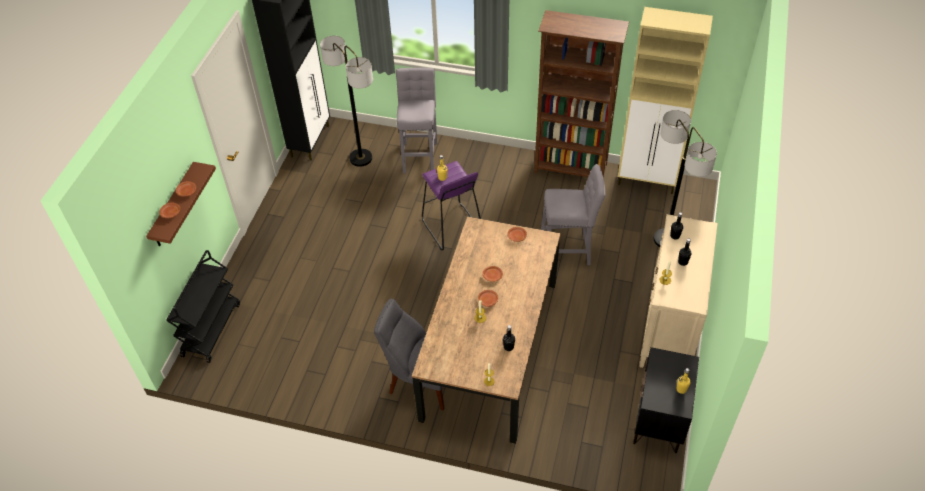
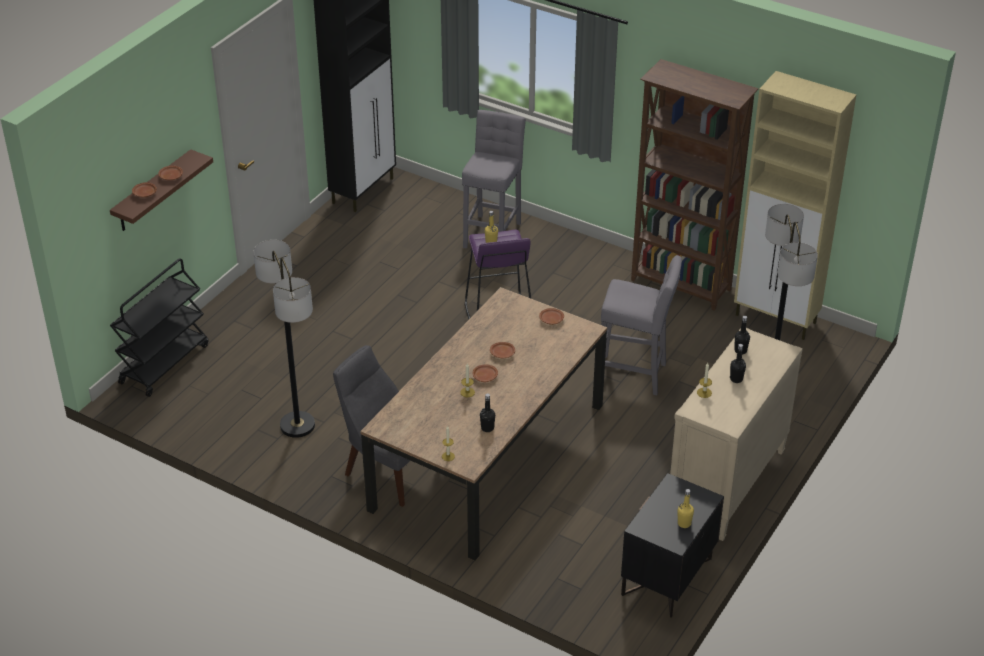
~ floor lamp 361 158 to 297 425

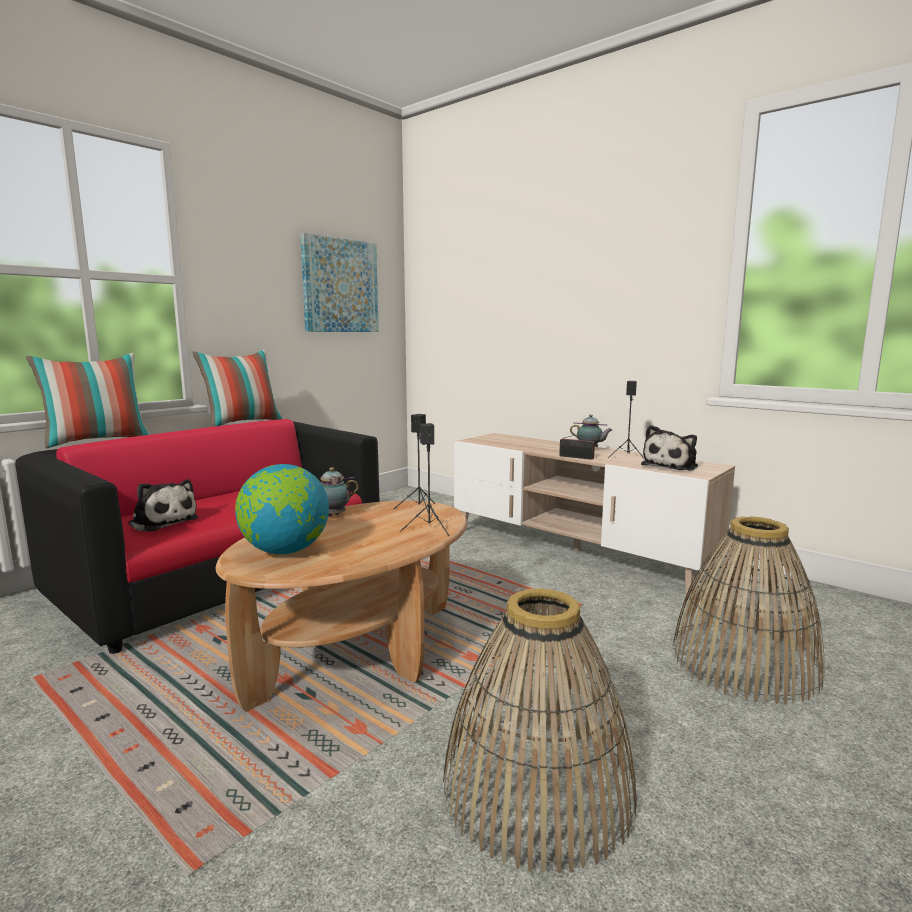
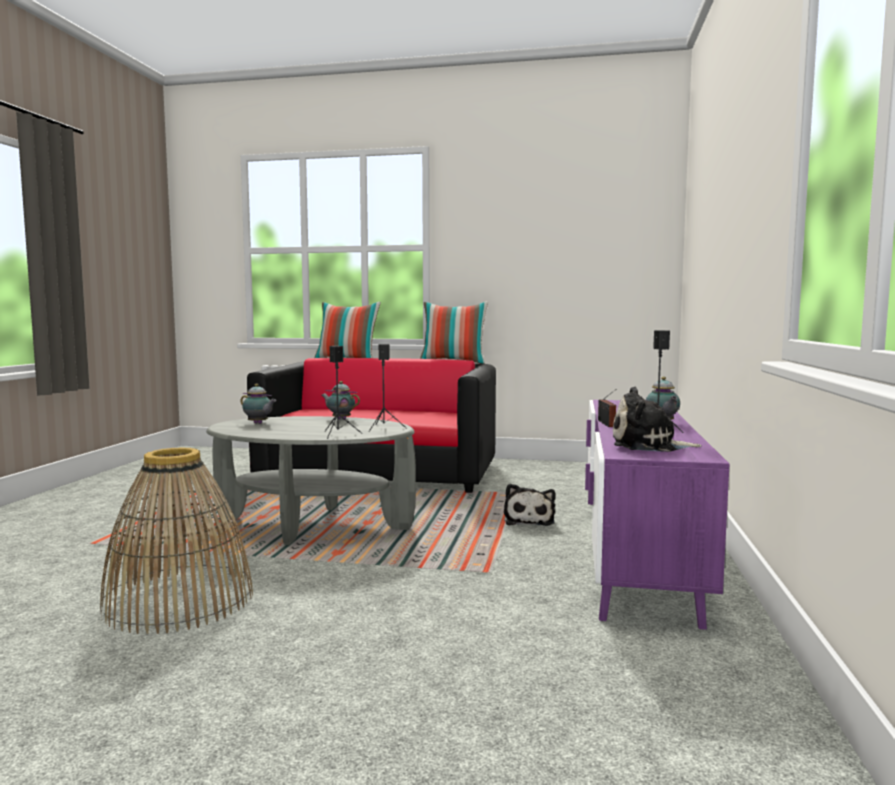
~ plush toy 162 521 to 529 520
~ brown coffee table 359 653 to grey coffee table 312 524
~ globe 285 551 to teapot 258 423
- picture 340 286
~ beige tv stand 575 550 to purple tv stand 634 551
- basket 744 662

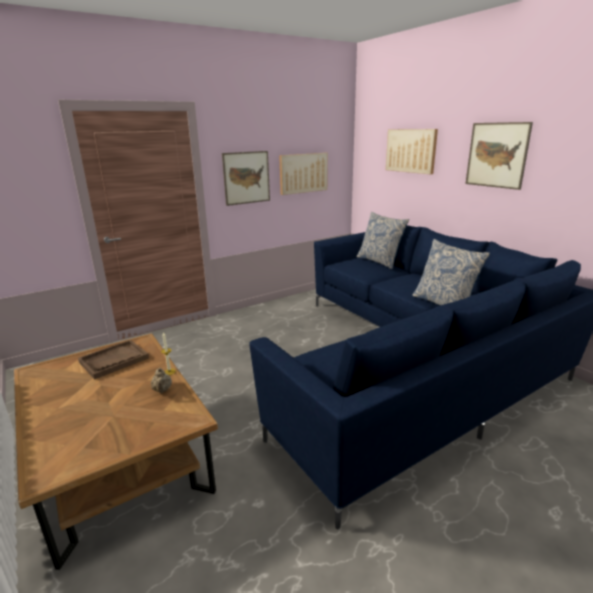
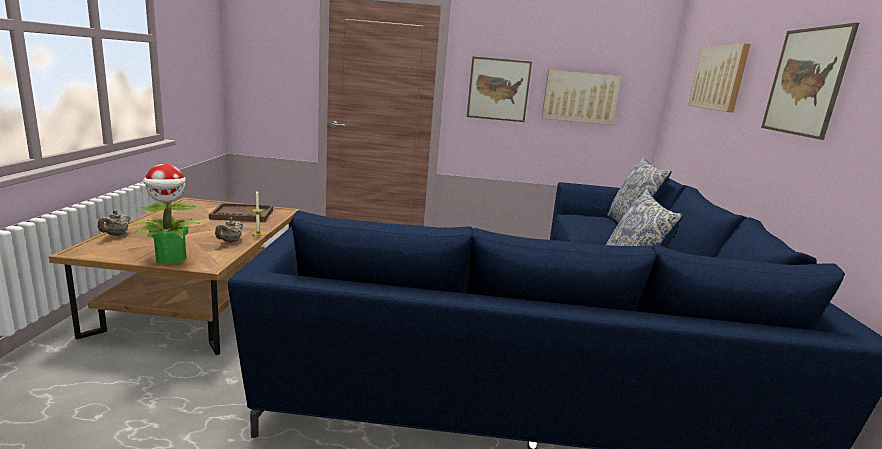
+ beige teapot 116 235
+ potted plant 171 259

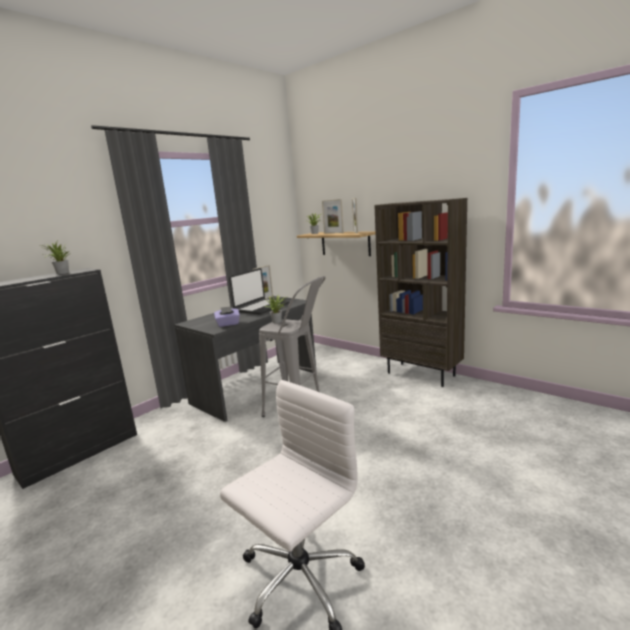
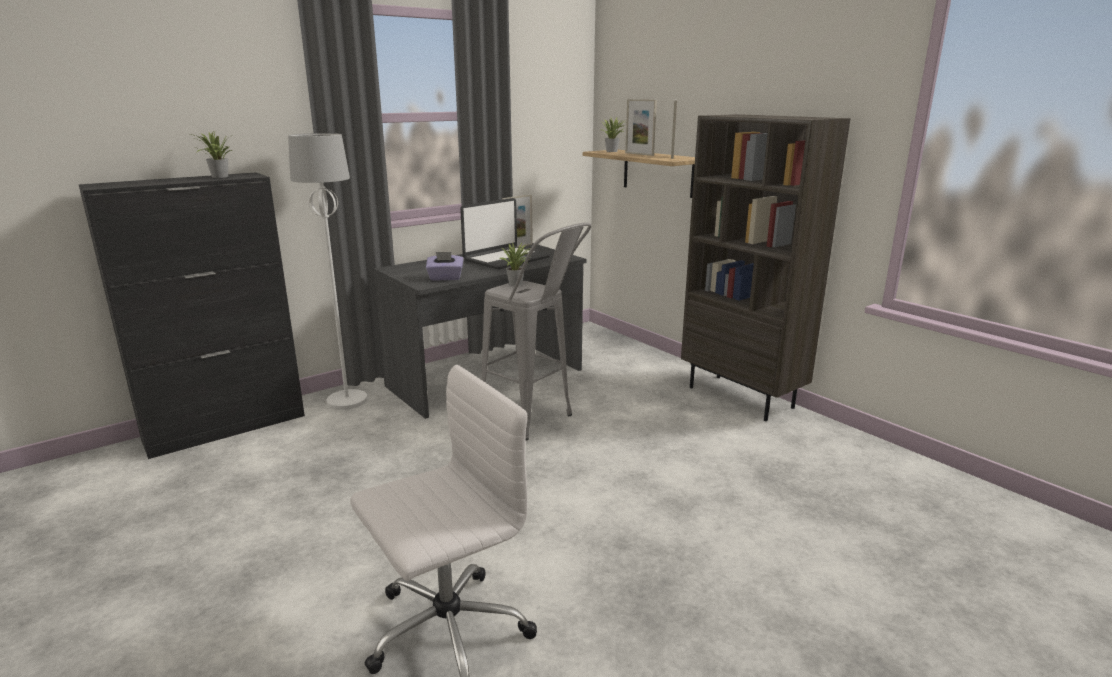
+ white floor lamp 347 401

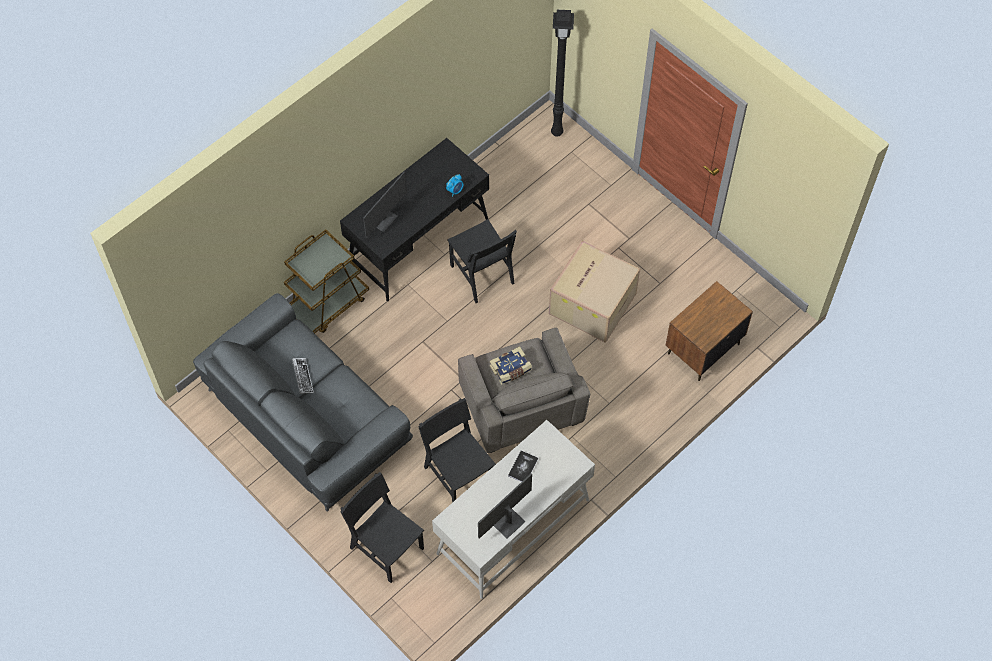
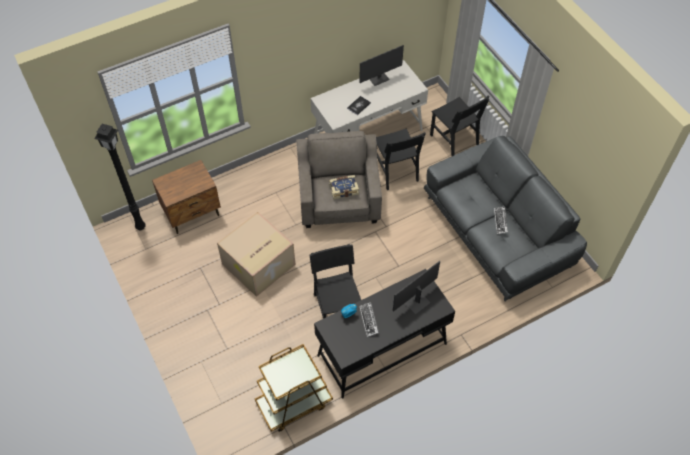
~ brown cart 327 304 to 294 403
~ black floor lamp 556 132 to 141 227
+ keyboard 369 320

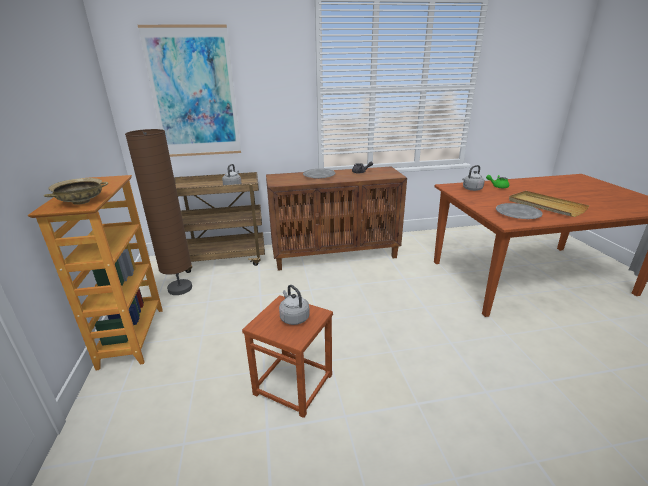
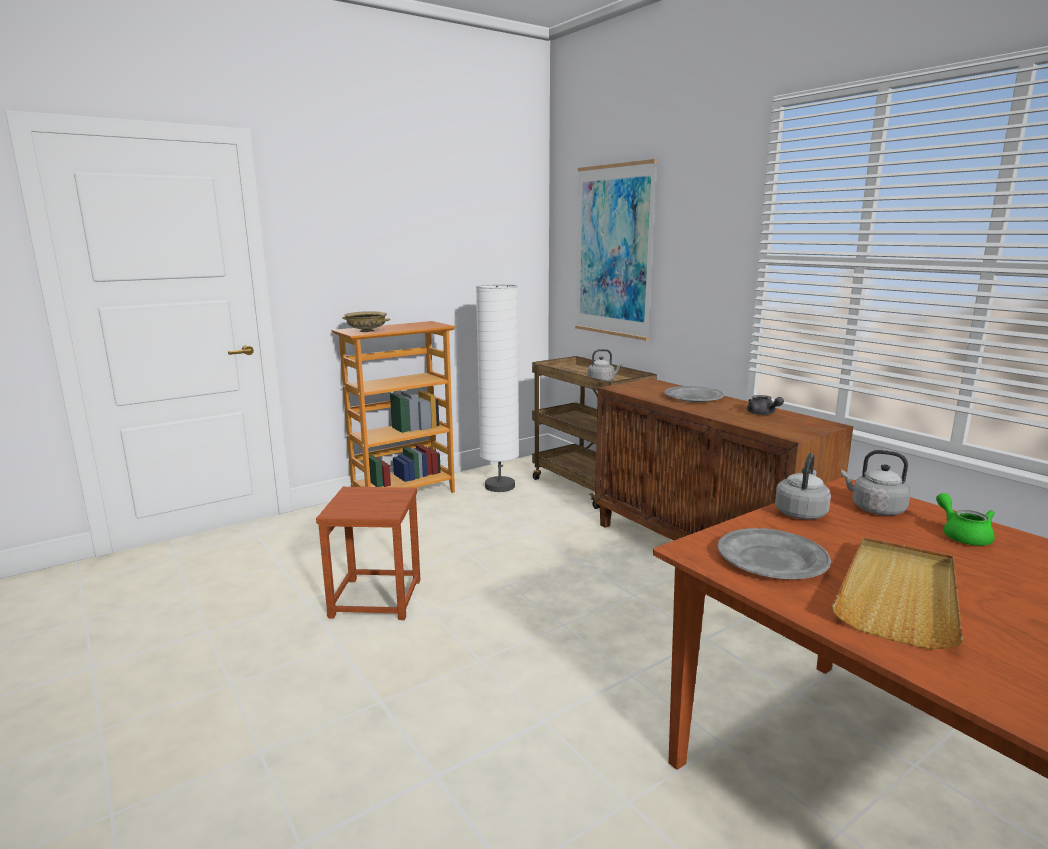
~ brown floor lamp 180 288 to white floor lamp 500 486
~ grey kettle 293 317 to 801 513

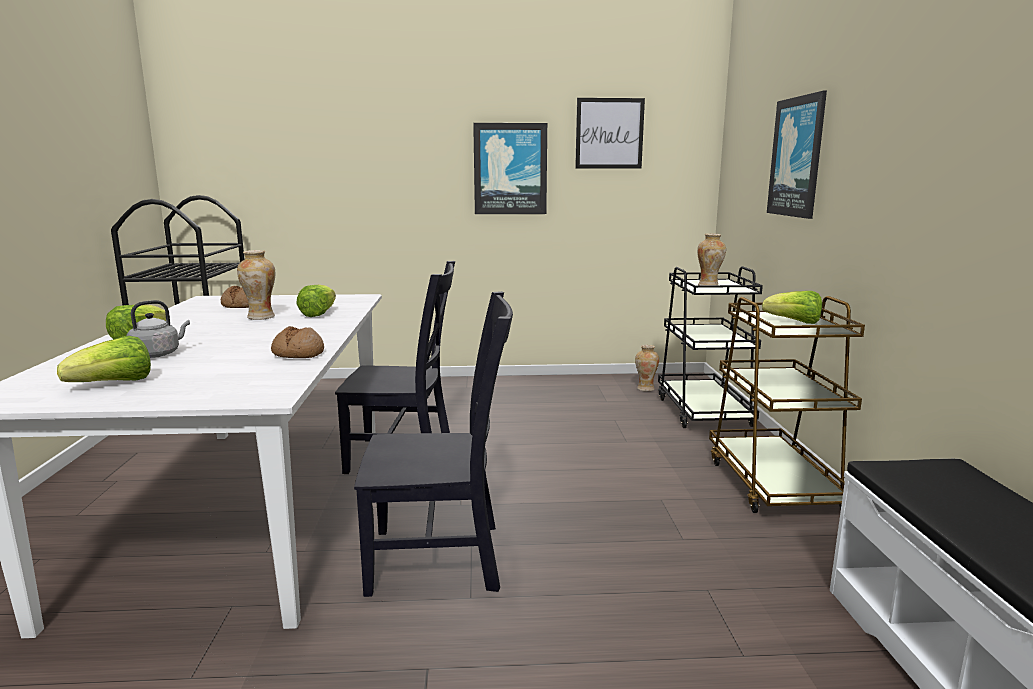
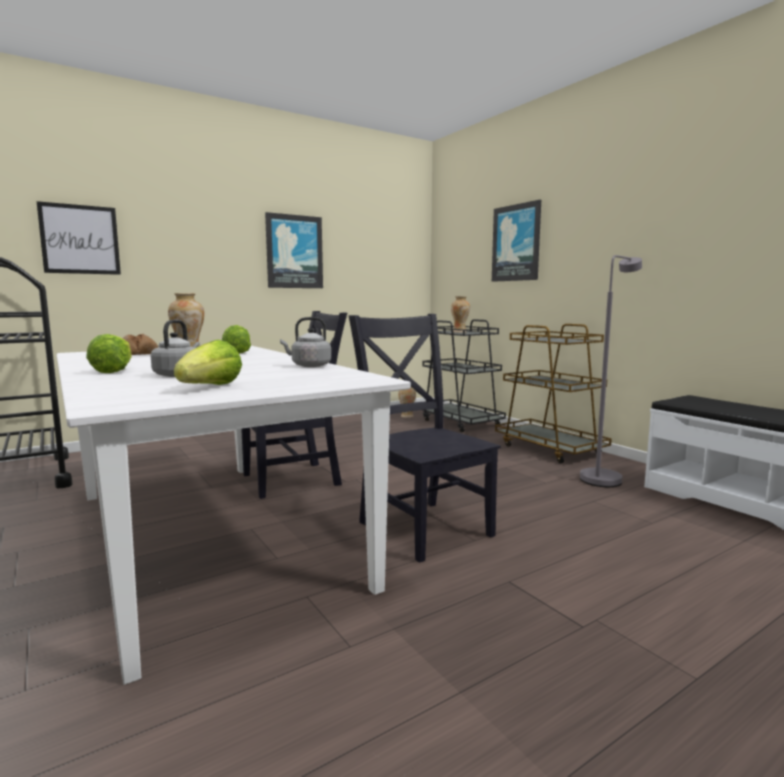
~ bread 298 354 to grey kettle 309 366
~ black chair 442 559 = 422 526 90 degrees counterclockwise
~ picture 609 133 to 80 239
- lettuce 794 322
+ grey floor lamp 604 477

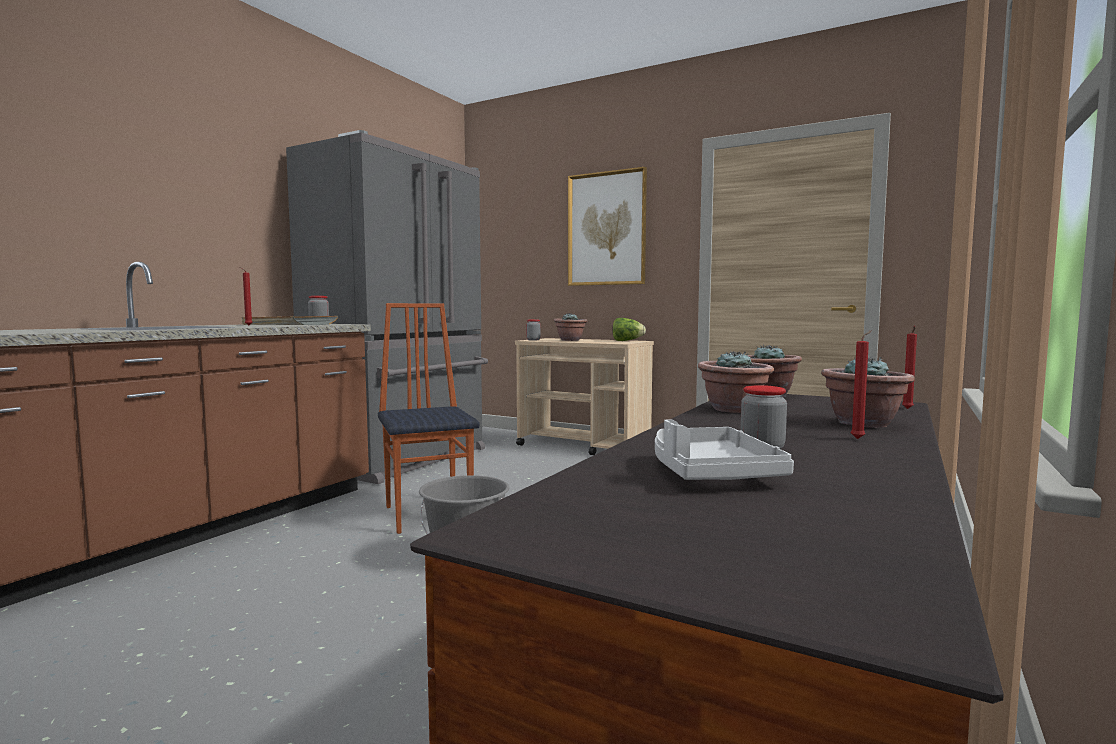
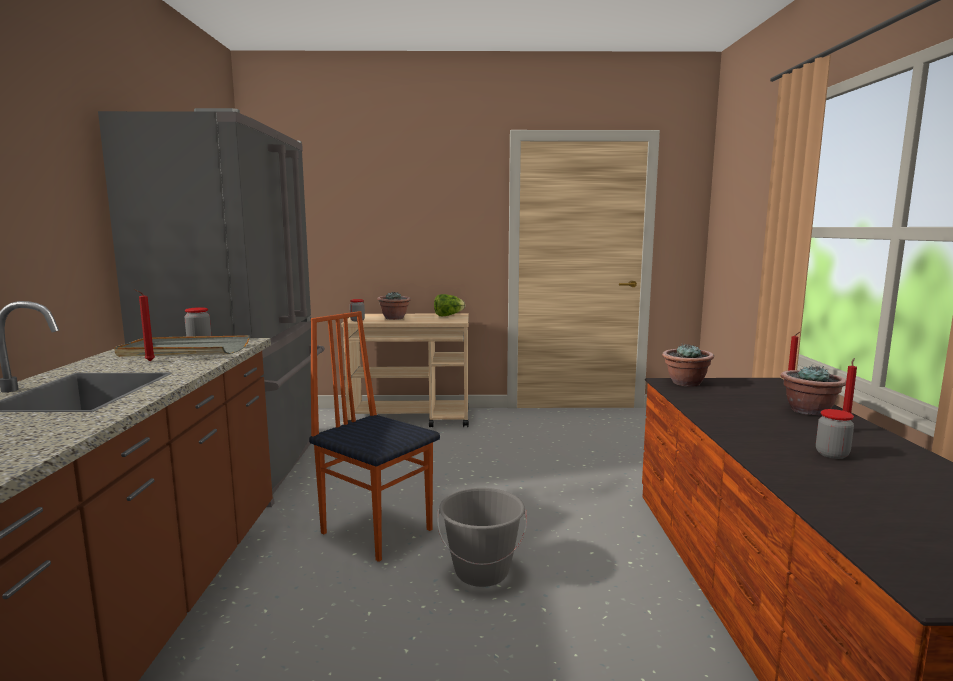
- picture 606 229
- grey tray 709 473
- potted plant 734 409

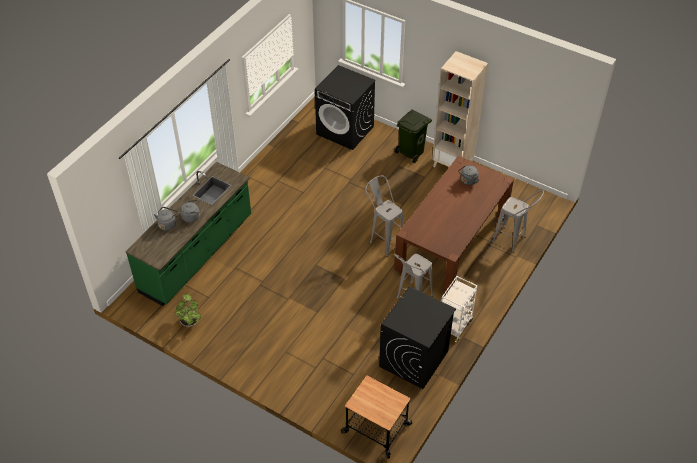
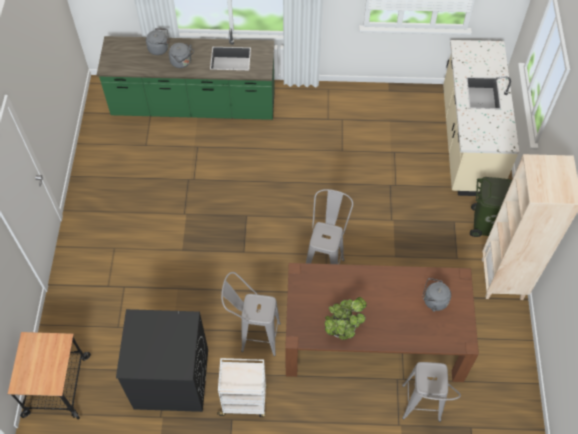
~ potted plant 189 321 to 343 328
~ black washing machine 345 130 to beige counter 468 141

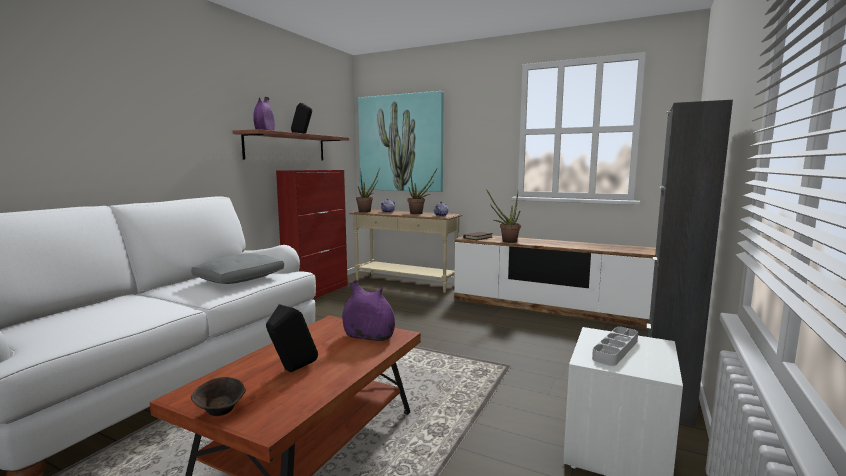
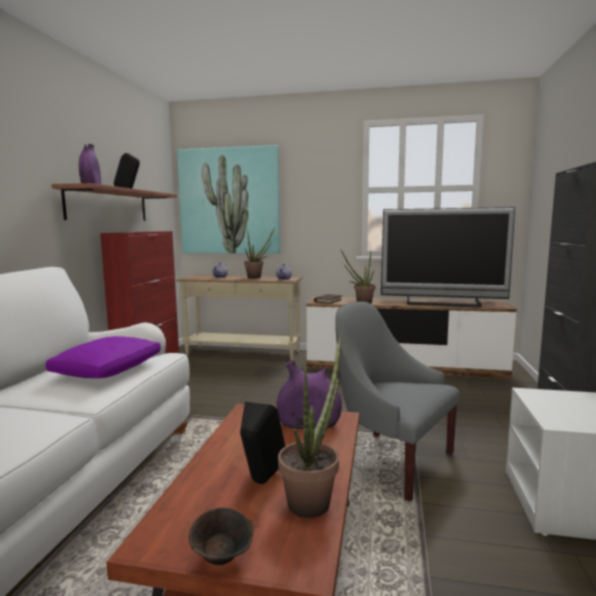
~ grey pillow 240 279 to purple pillow 108 370
~ potted plant 367 211 to 313 499
- grey tray 615 349
+ grey armchair 391 460
+ television 443 303

